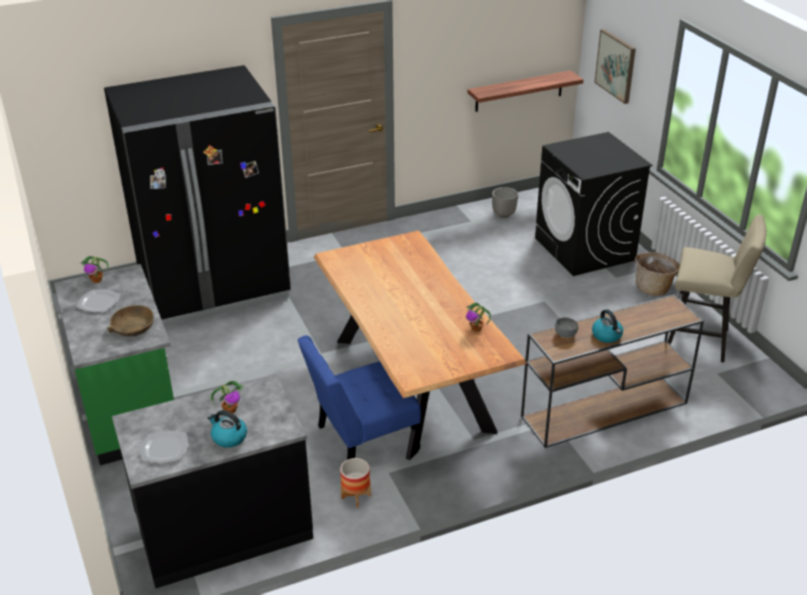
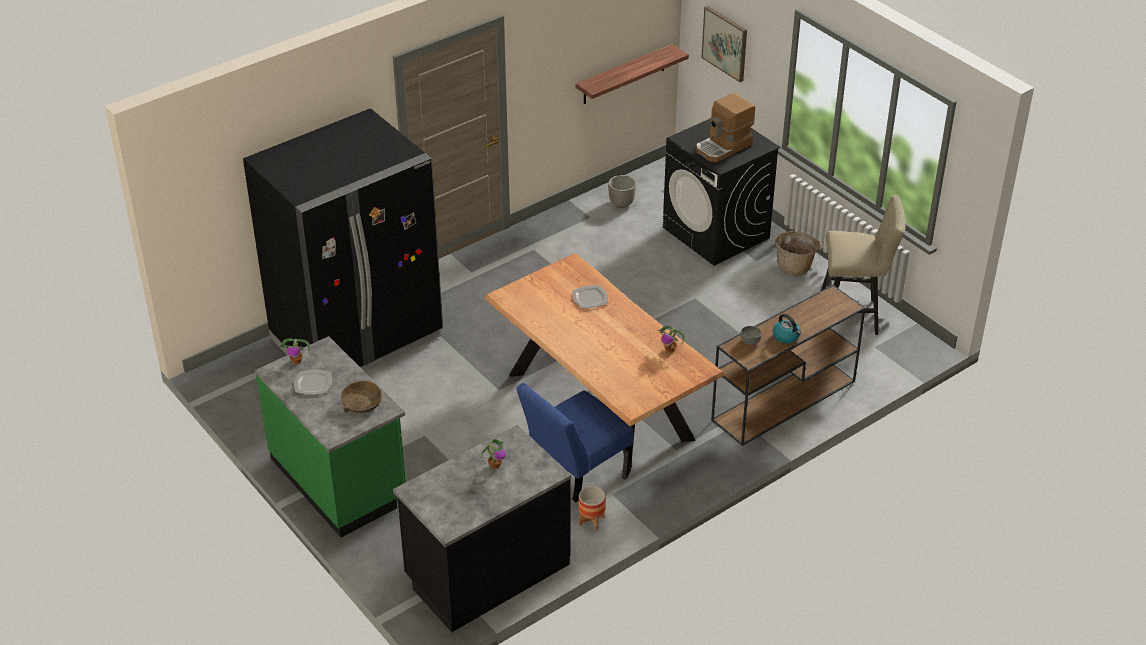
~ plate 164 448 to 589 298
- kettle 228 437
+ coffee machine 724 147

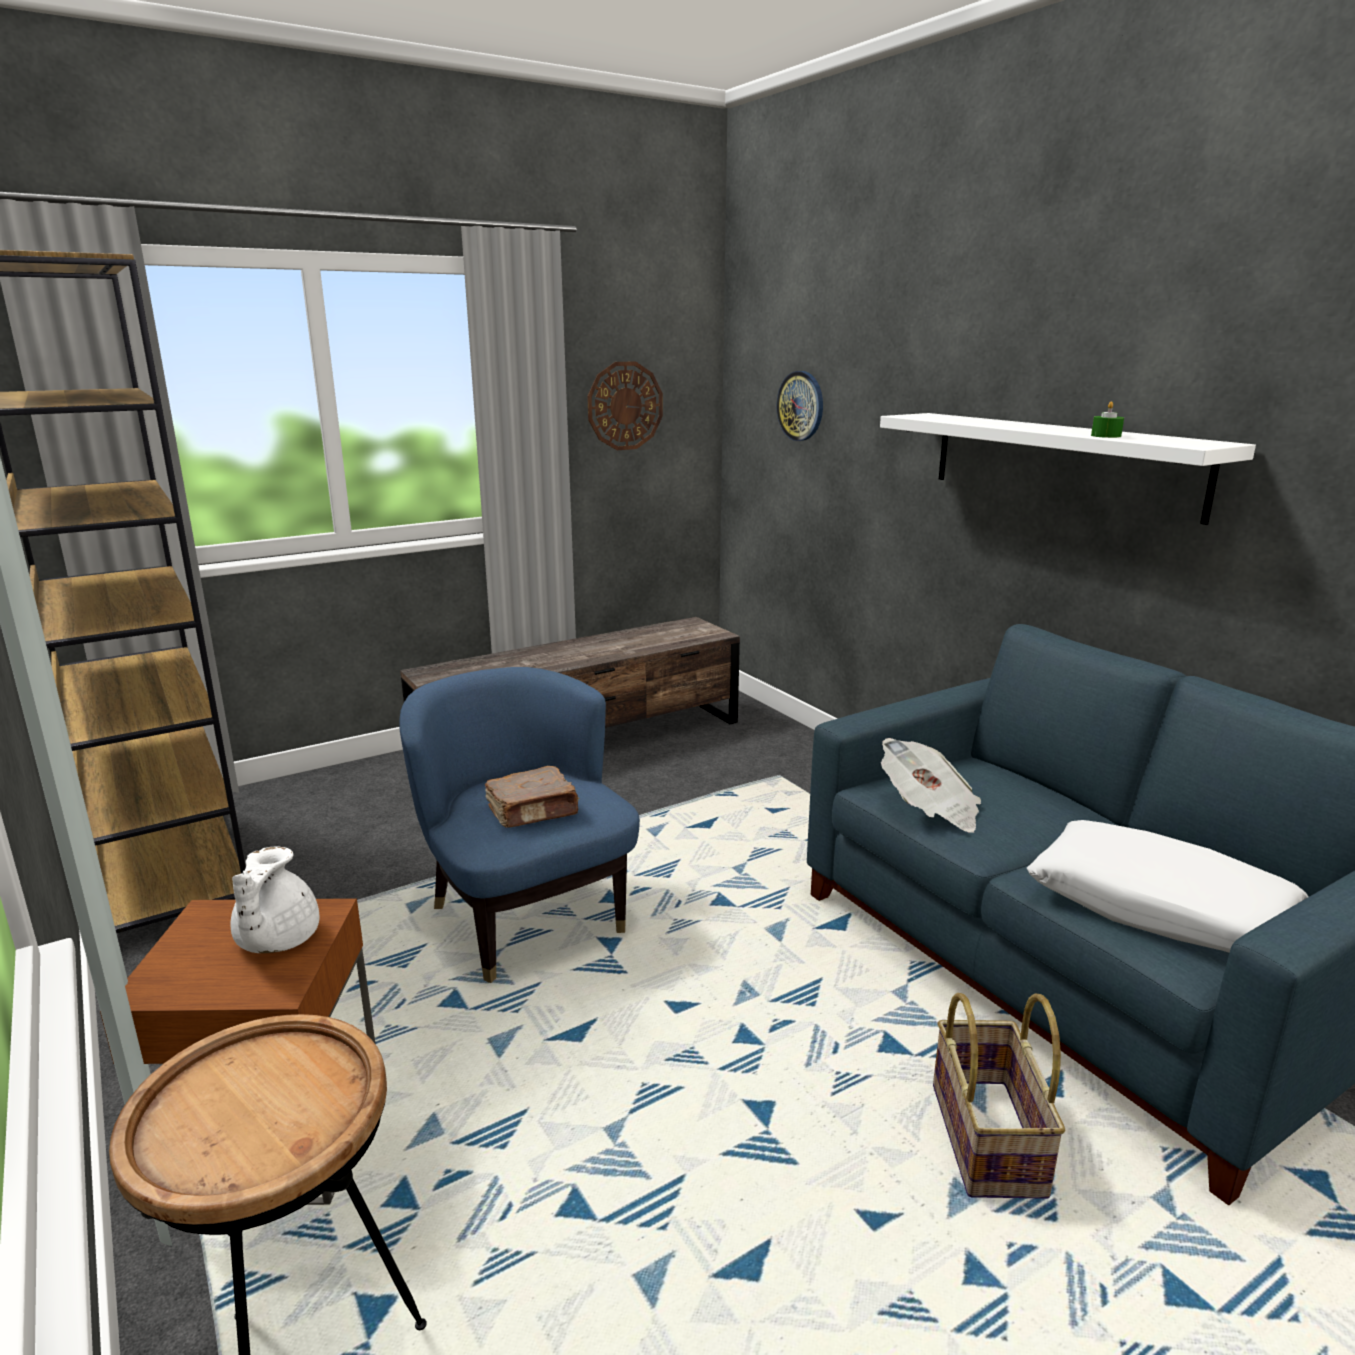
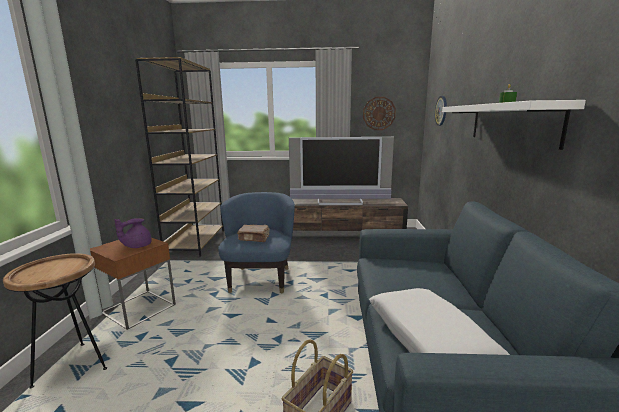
~ white teapot 275 940 to purple teapot 137 246
- newspaper 929 810
+ television 340 202

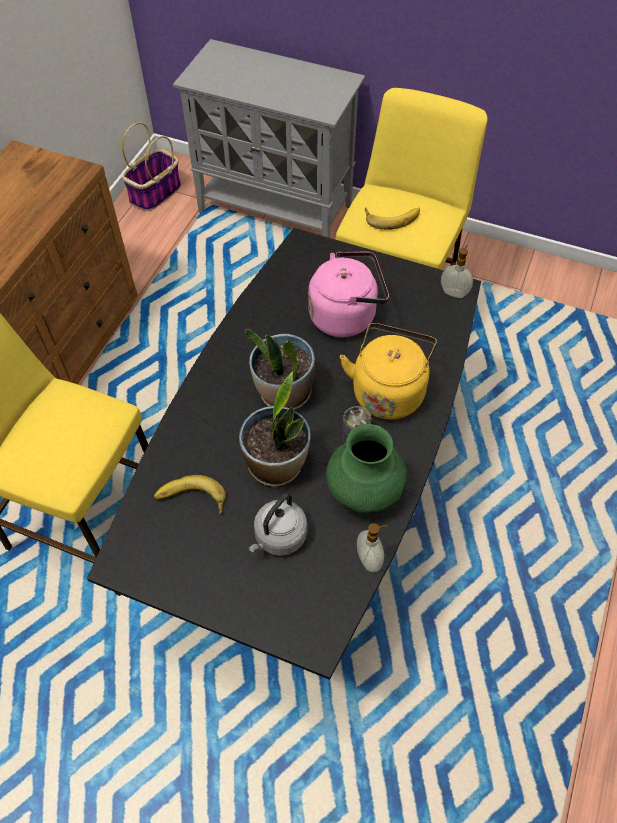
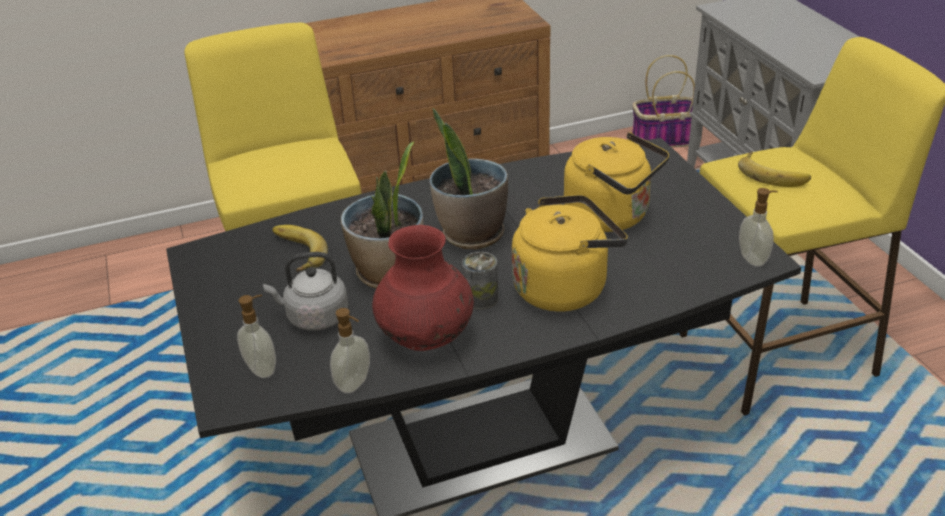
~ pink kettle 346 315 to yellow kettle 612 216
~ green vase 364 492 to red vase 426 338
+ soap dispenser 262 368

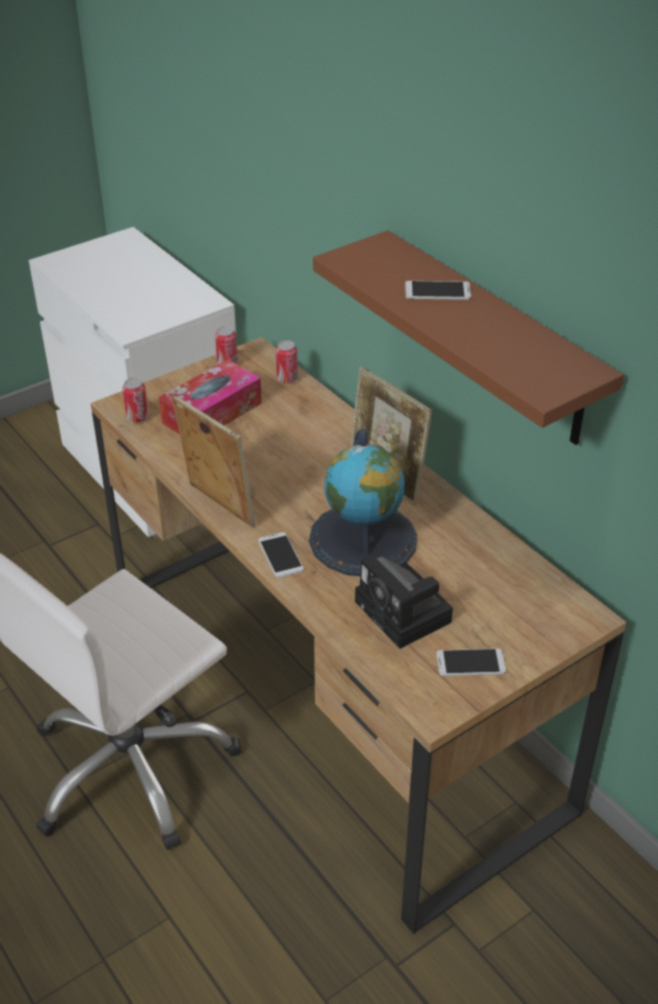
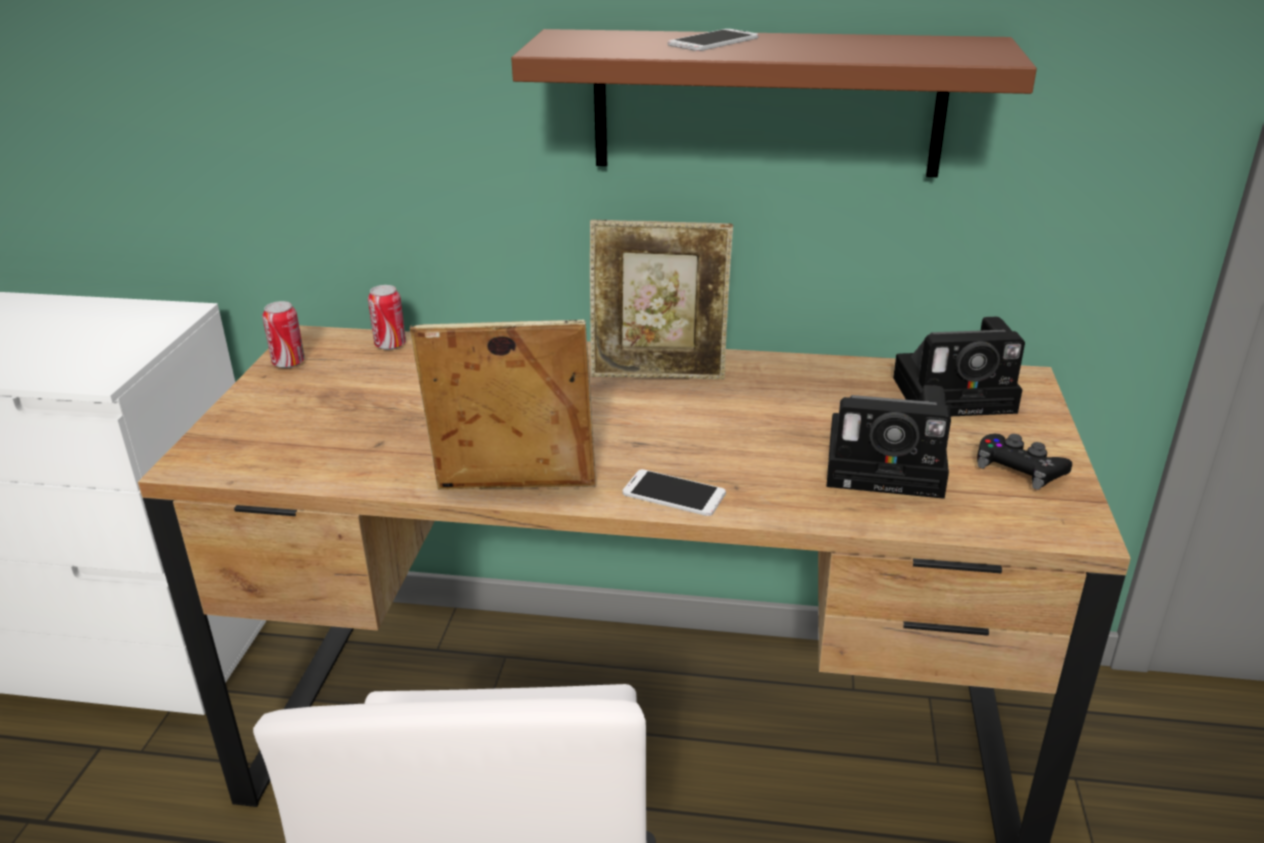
- can 137 417
- tissue box 212 413
- globe 363 539
~ phone 471 663 to black game controller 1019 469
+ photo camera 958 394

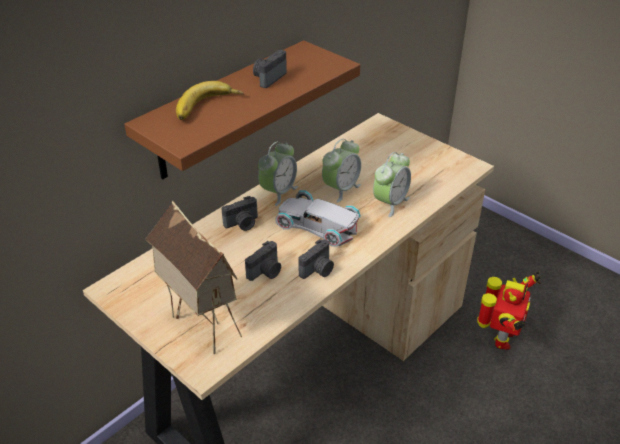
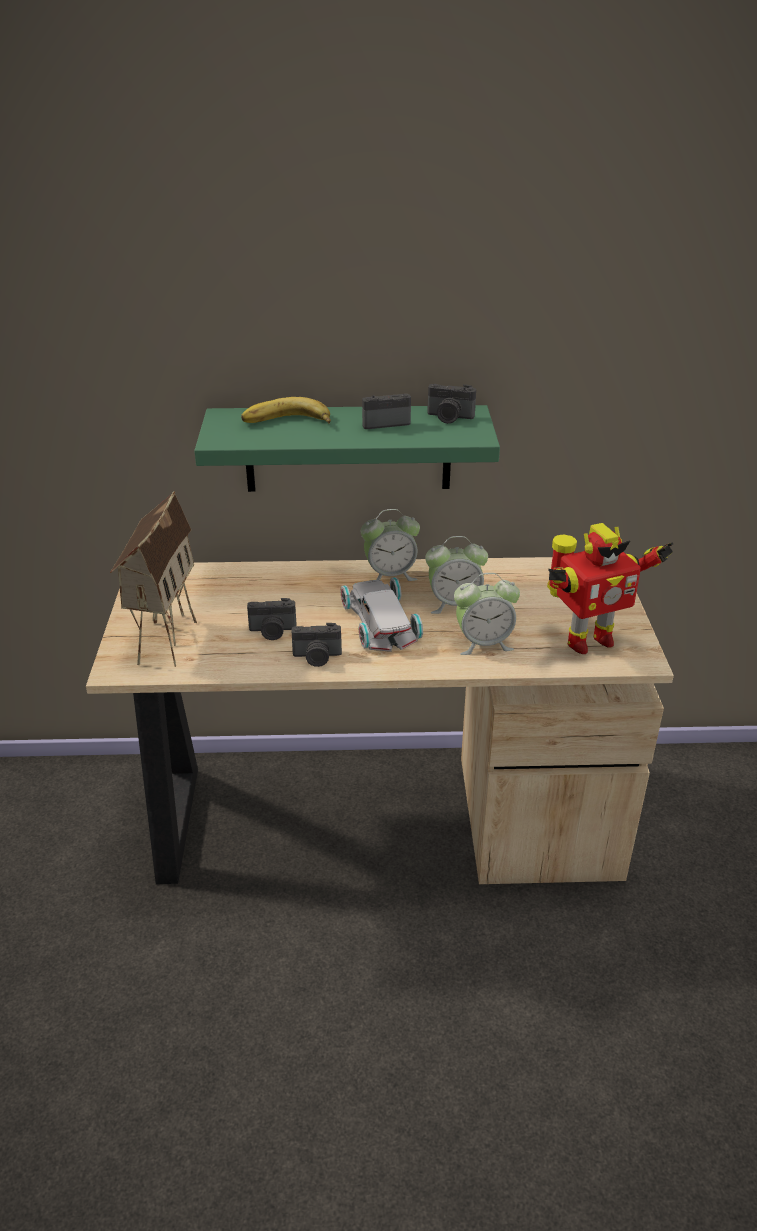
~ brown shelf 225 111 to green shelf 348 448
~ photo camera 242 224 to 449 418
~ toy robot 500 339 to 586 640

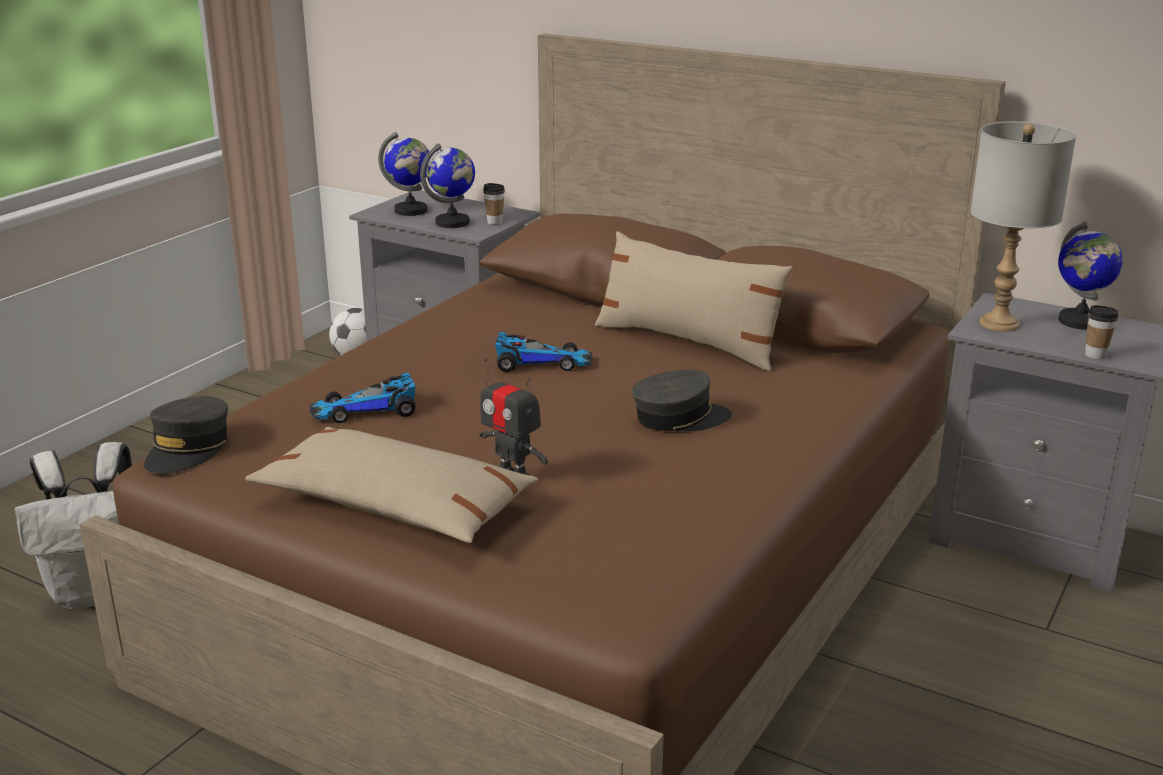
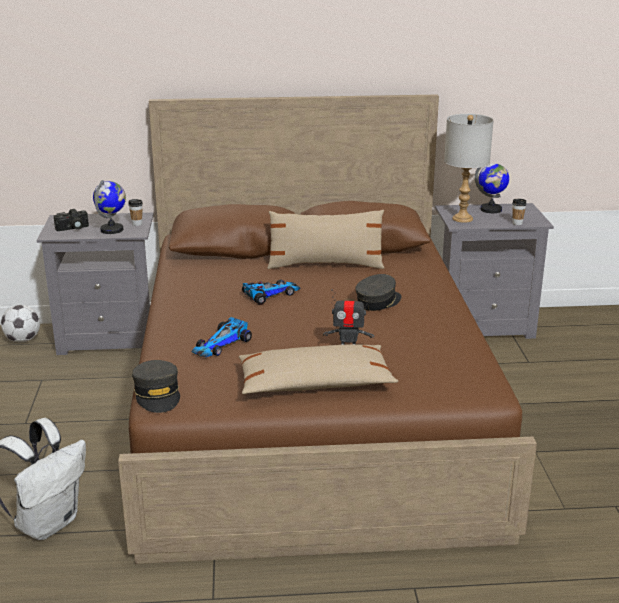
~ globe 411 211 to photo camera 72 228

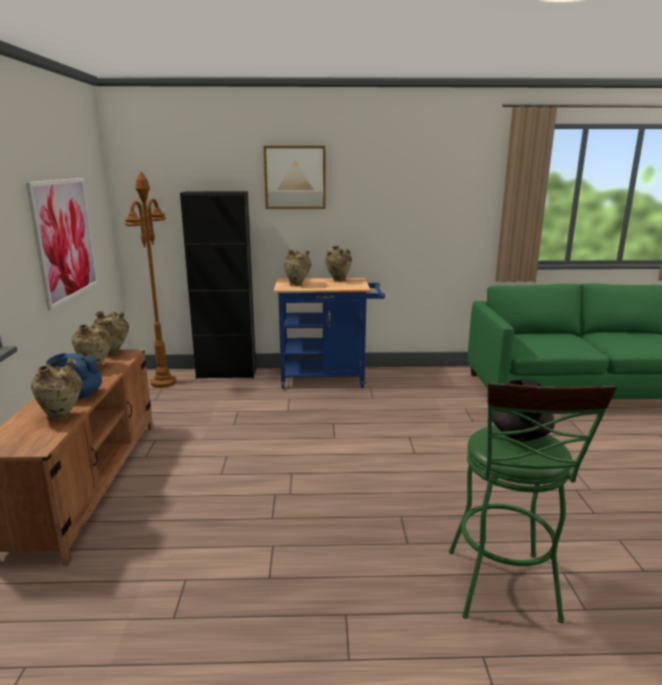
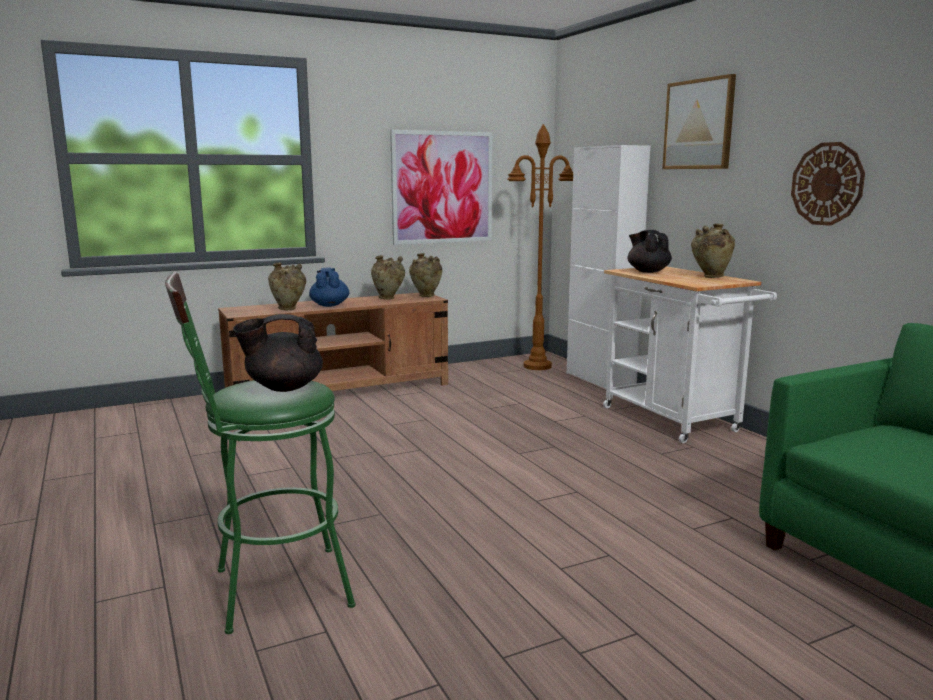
~ black cabinet 226 373 to white cabinet 600 380
~ blue cart 328 378 to white cart 675 422
~ beige vase 297 285 to black teapot 647 271
+ wall clock 827 184

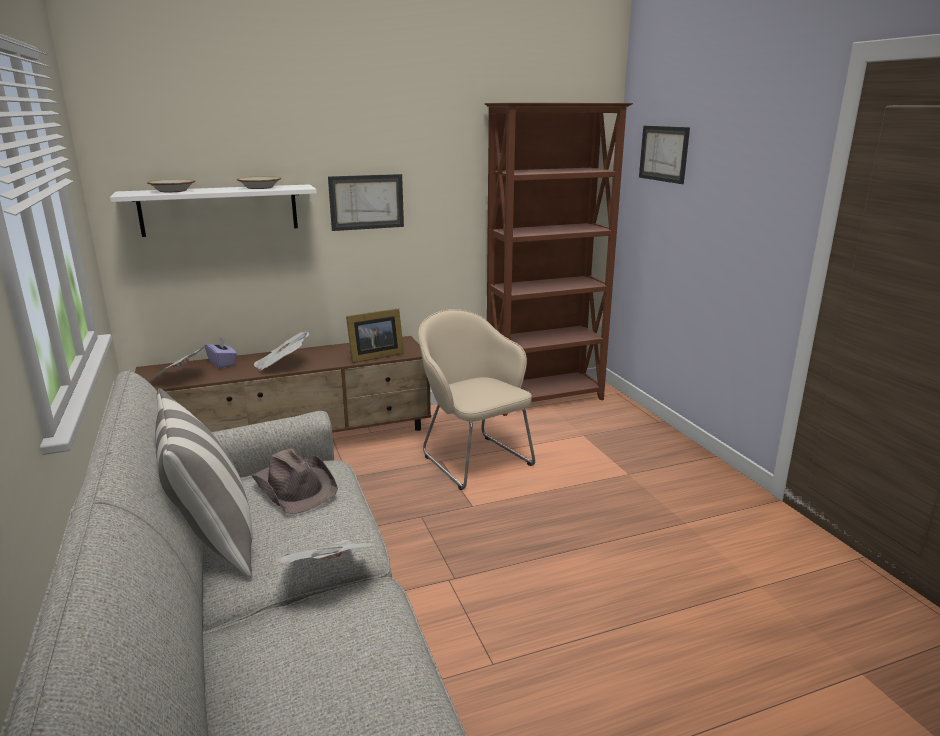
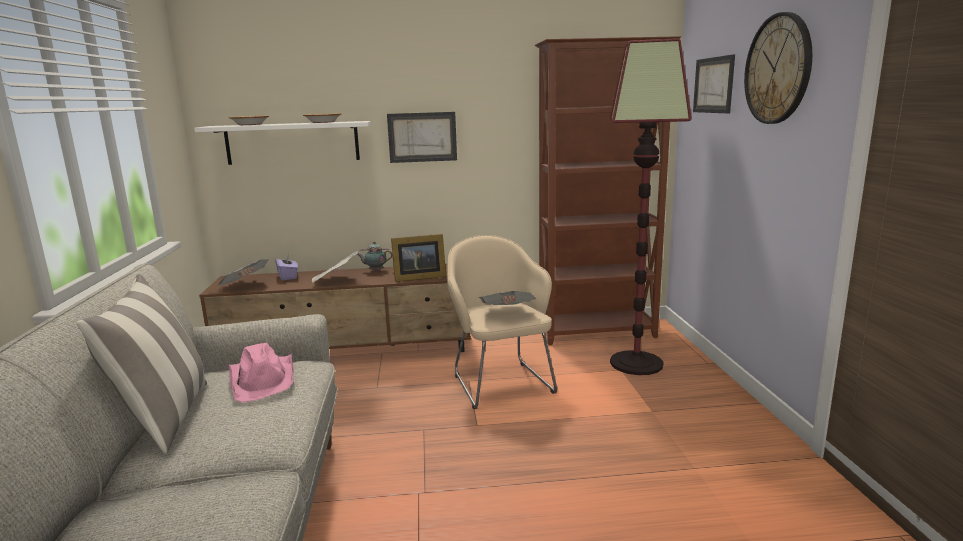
~ brown hat 295 487 to pink hat 264 379
~ newspaper 329 572 to 507 313
+ teapot 375 271
+ floor lamp 636 363
+ wall clock 778 69

